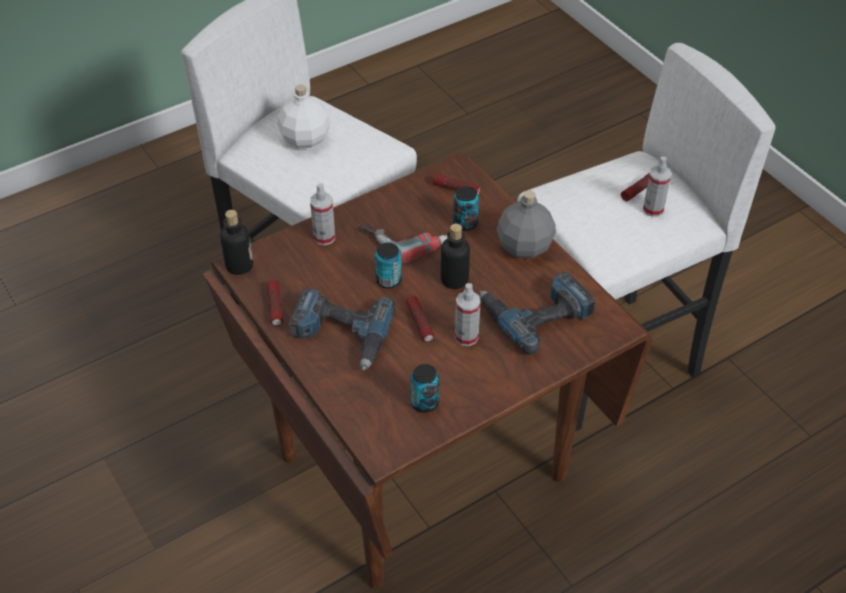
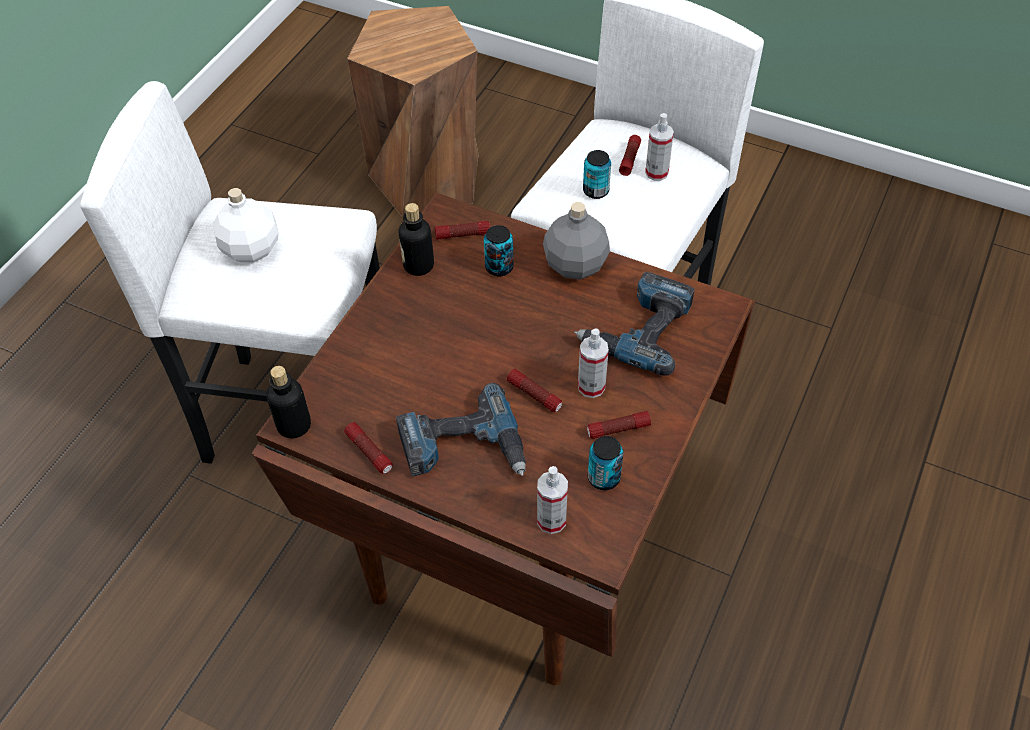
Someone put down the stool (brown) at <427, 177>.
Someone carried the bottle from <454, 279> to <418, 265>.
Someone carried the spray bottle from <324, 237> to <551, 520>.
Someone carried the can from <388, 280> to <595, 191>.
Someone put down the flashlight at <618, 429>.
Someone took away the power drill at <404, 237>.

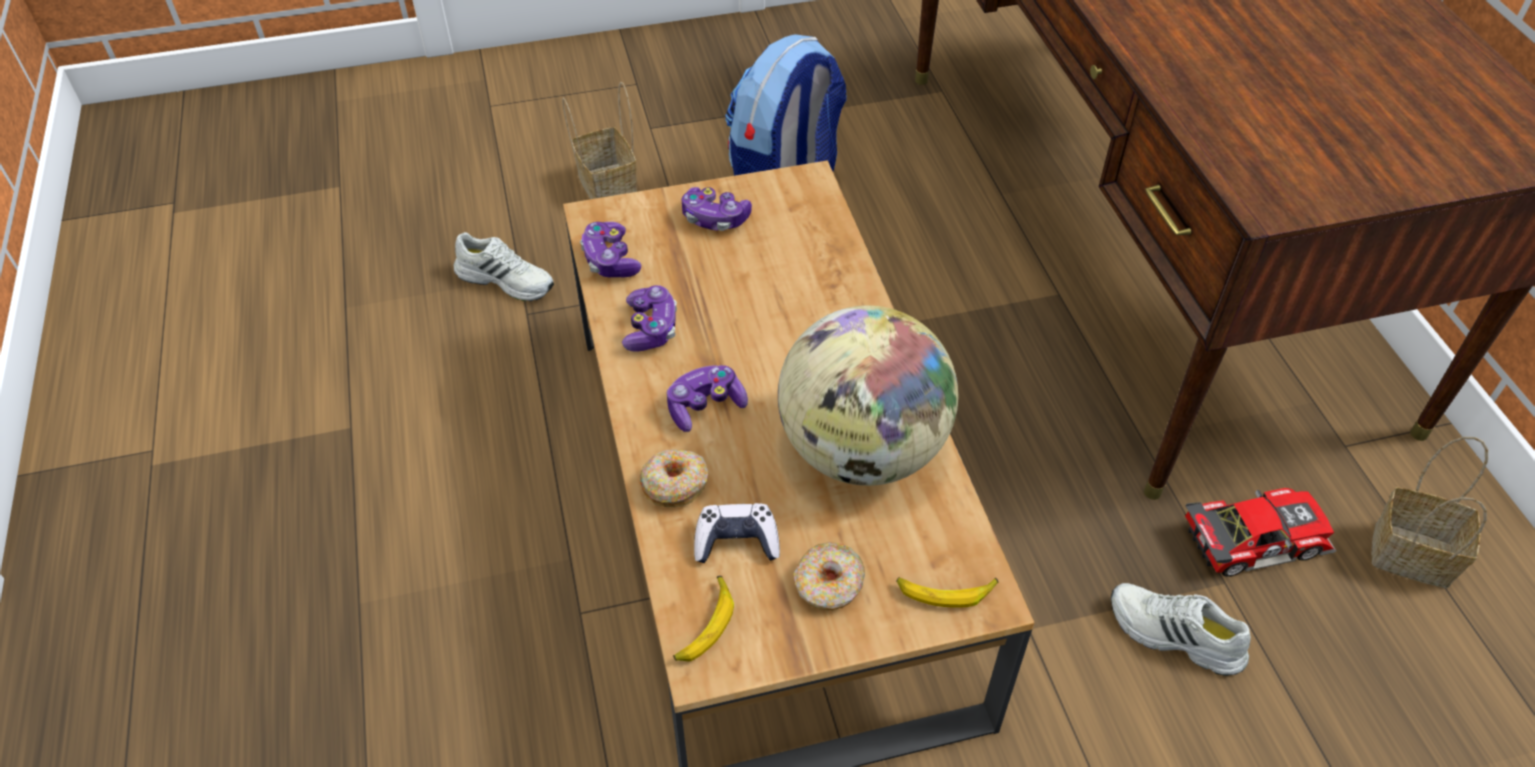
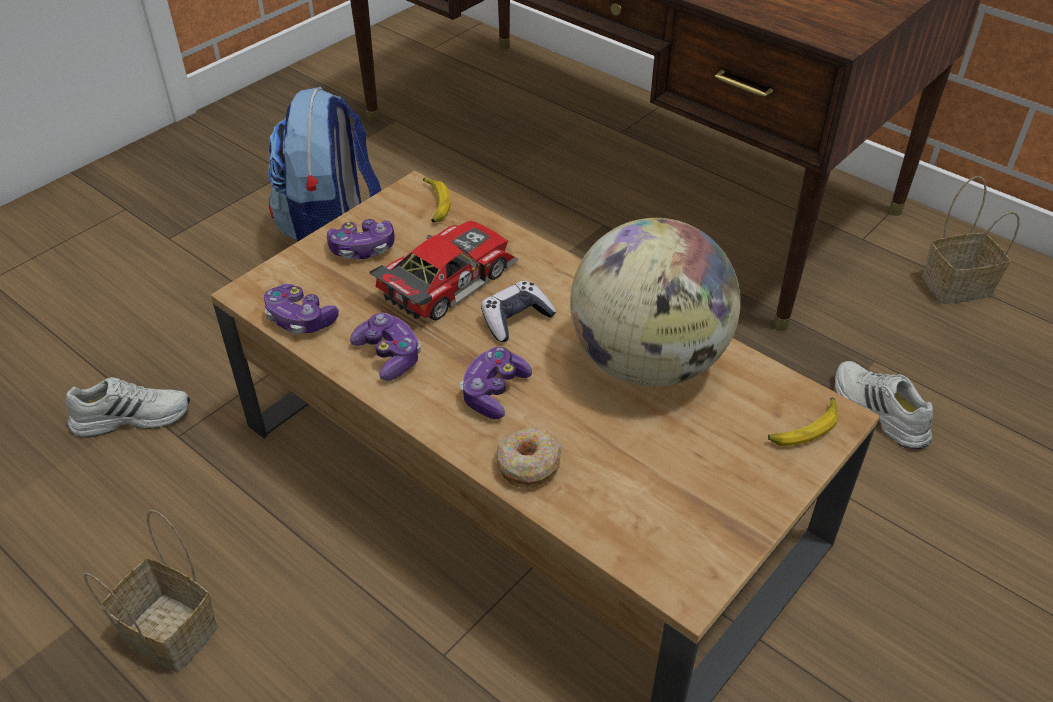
Someone carried the basket from <605, 184> to <166, 632>.
Someone carried the toy car from <1252, 536> to <444, 280>.
Someone carried the banana from <705, 625> to <435, 205>.
Someone carried the game controller from <736, 541> to <516, 319>.
Someone rotated the shoe (white) at <1173, 636> by 60 degrees clockwise.
Someone took away the donut at <829, 584>.

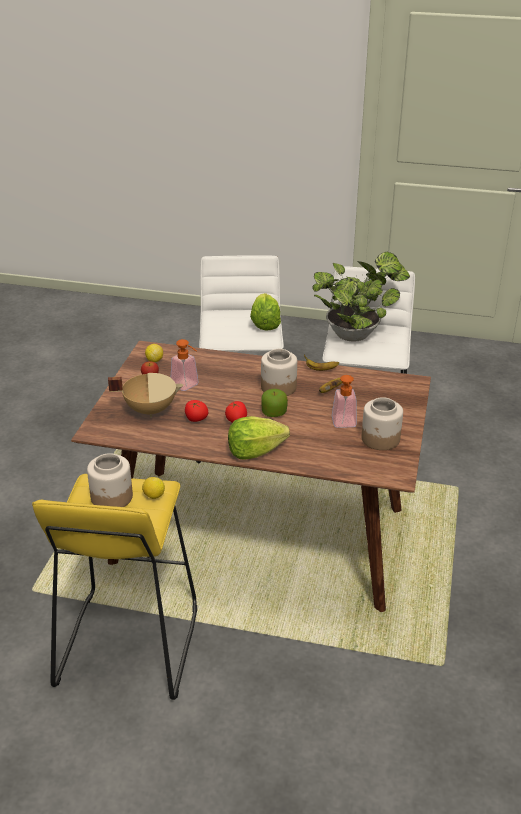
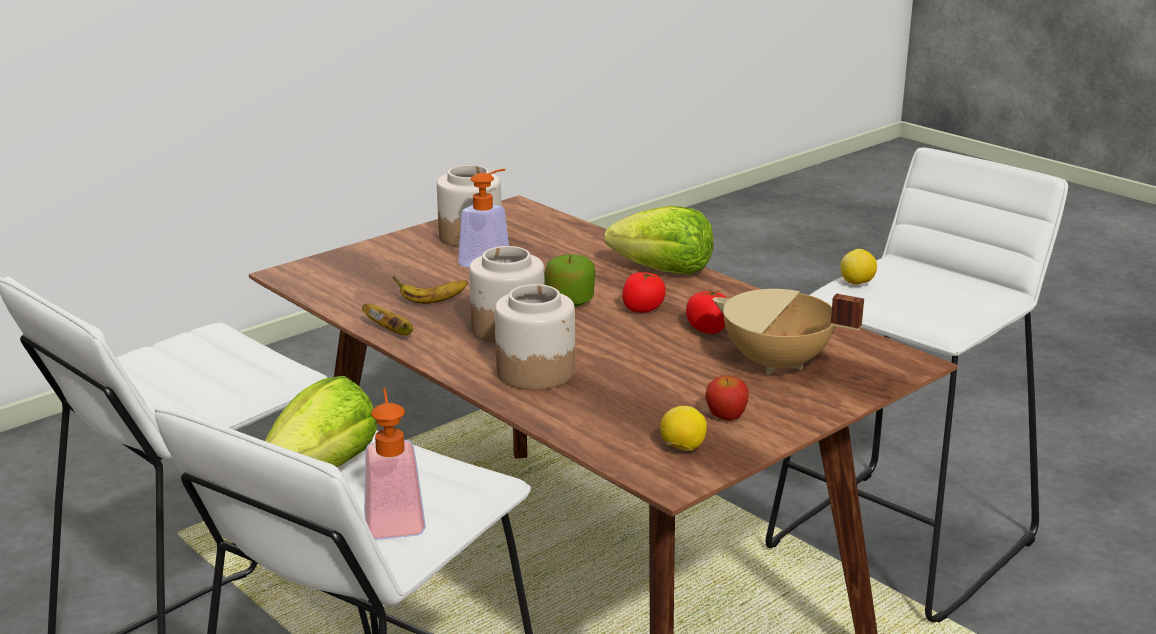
Someone carried the soap dispenser from <187, 386> to <394, 518>.
Someone carried the jar from <112, 497> to <535, 372>.
Someone repainted the stool (yellow) at <127, 646>, which became the stool (white) at <903, 543>.
Someone took away the potted plant at <356, 334>.

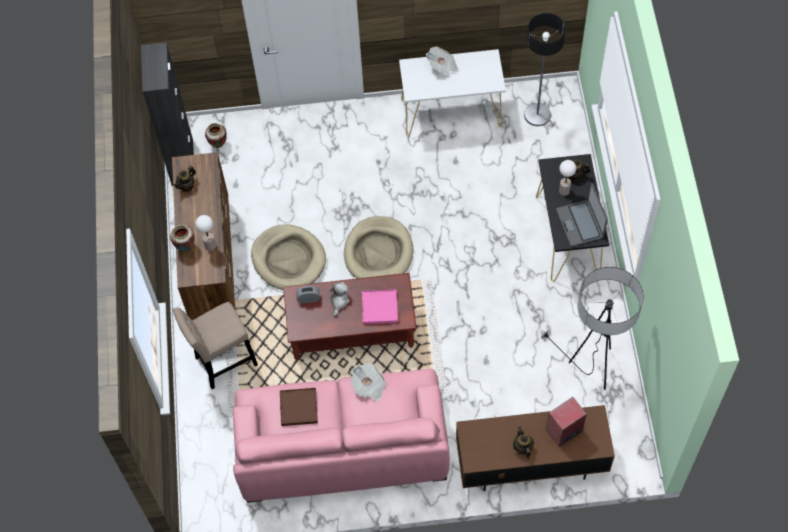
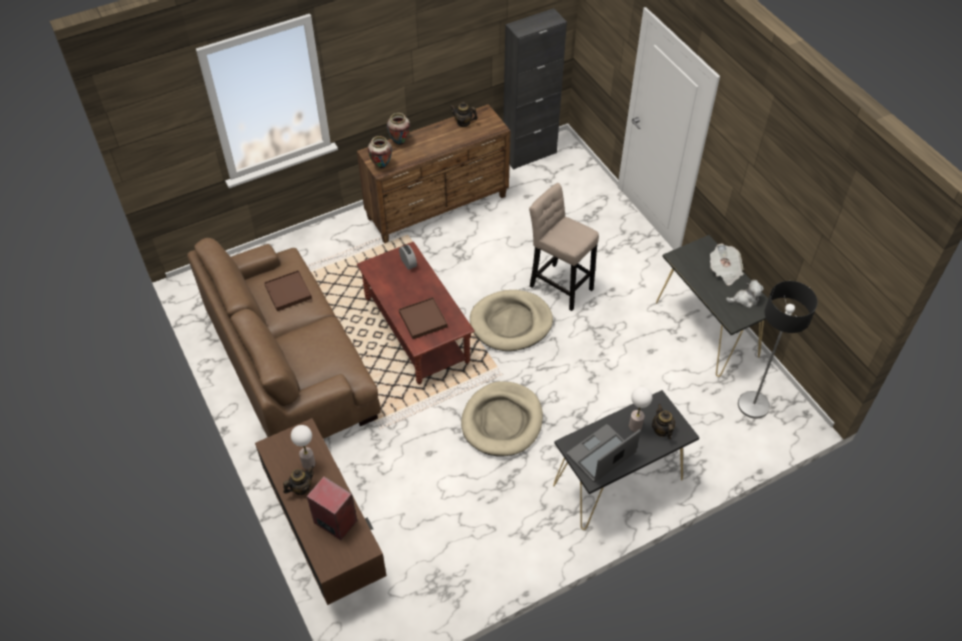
Someone repainted the sofa (pink) at <342, 445>, which became the sofa (brown) at <290, 363>.
Someone carried the table lamp from <210, 245> to <308, 463>.
Someone carried the vase from <218, 145> to <381, 166>.
Someone repainted the tray (pink) at <379, 308>, which became the tray (brown) at <423, 319>.
Someone carried the dog bed (beige) from <288, 259> to <502, 421>.
Someone carried the stool (beige) from <223, 363> to <559, 285>.
Someone repainted the console table (white) at <451, 112>, which became the console table (black) at <707, 329>.
Someone carried the plush toy from <339, 301> to <745, 299>.
Someone took away the newspaper at <369, 386>.
Someone took away the floor lamp at <591, 366>.

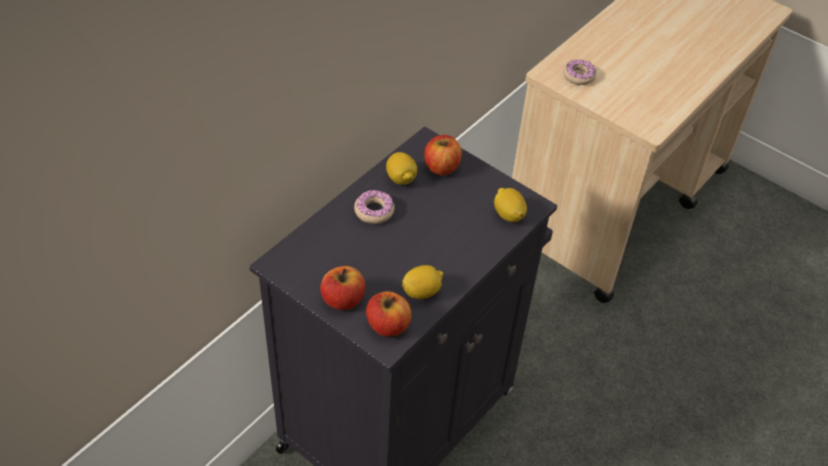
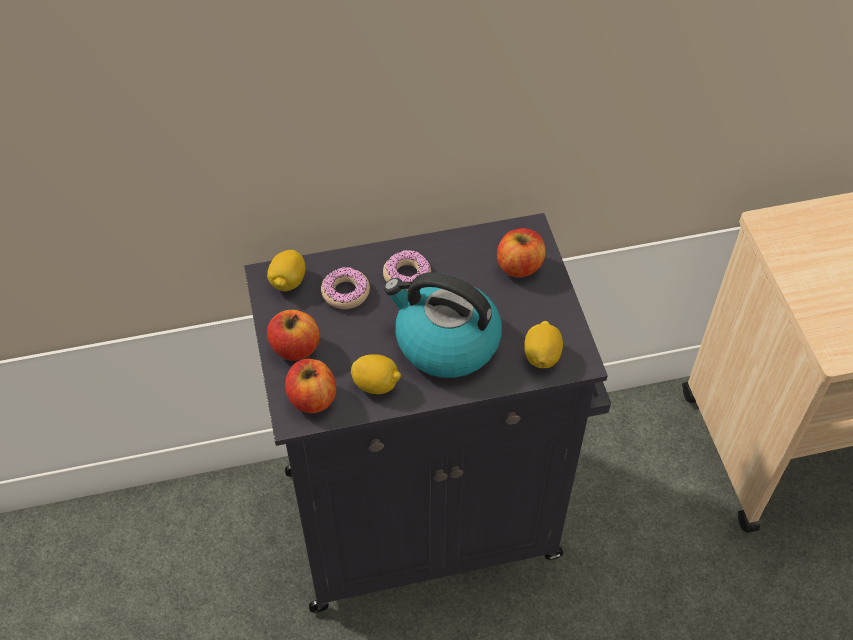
Someone carried the lemon from <401, 178> to <288, 282>.
Someone carried the donut from <578, 76> to <345, 292>.
Someone put down the kettle at <445, 342>.

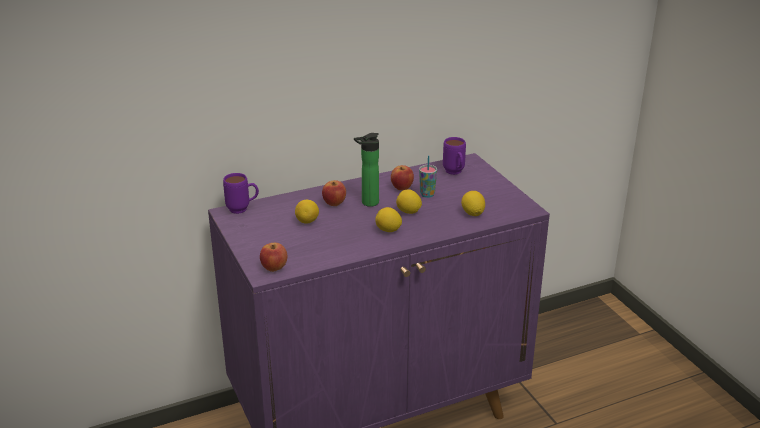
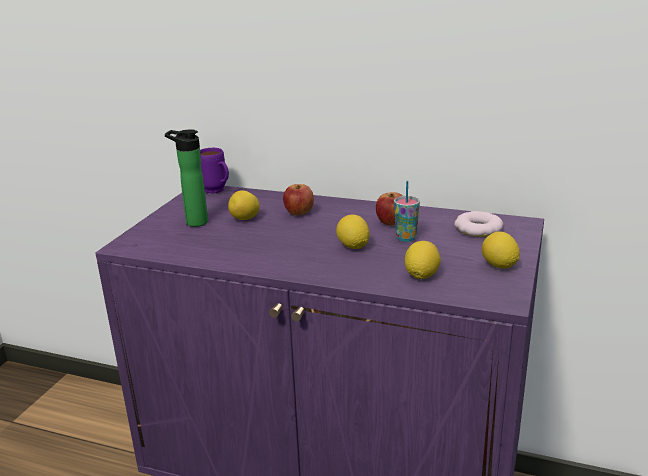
Someone carried the bottle from <367, 203> to <193, 222>.
Someone swapped the mug (purple) at <455, 173> for the donut at <478, 229>.
Someone carried the lemon from <388, 230> to <499, 266>.
Someone took away the apple at <274, 268>.

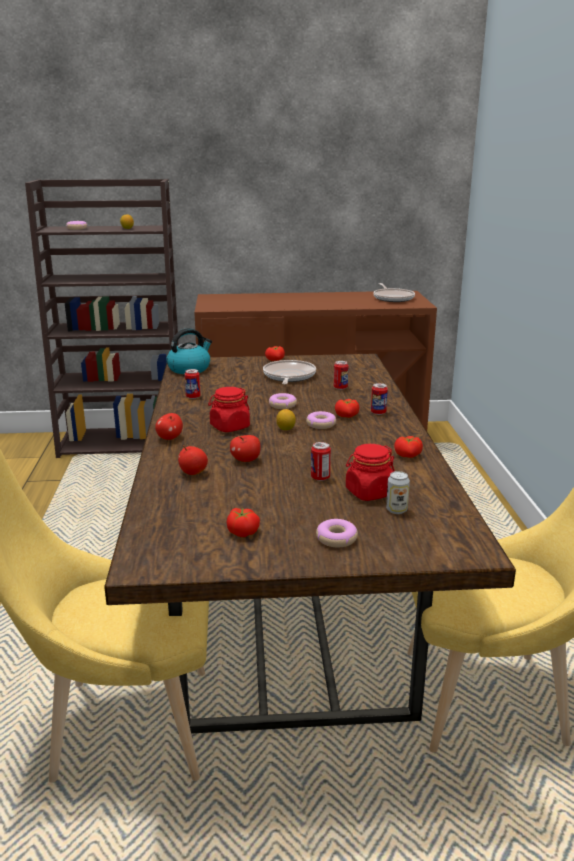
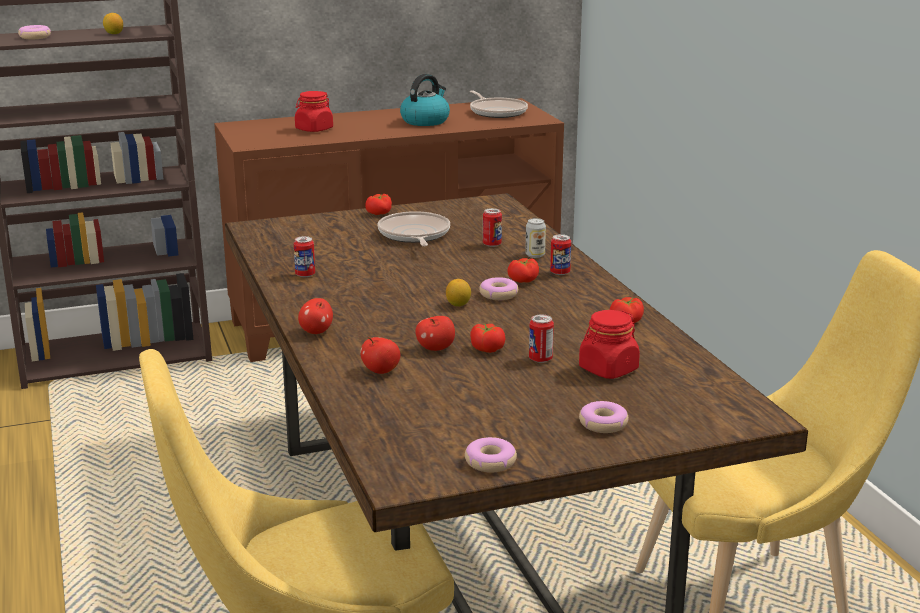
Someone carried the jar (red) from <229, 427> to <314, 129>.
Someone carried the kettle from <189, 369> to <425, 121>.
Someone carried the donut from <282, 405> to <490, 462>.
Someone carried the tomato from <243, 532> to <487, 348>.
Someone carried the can from <396, 510> to <535, 255>.

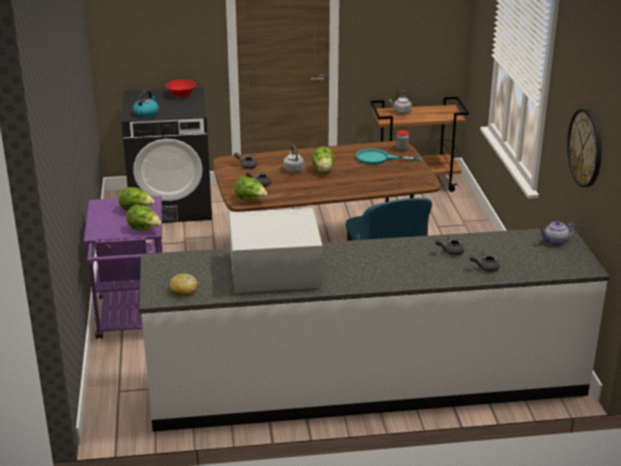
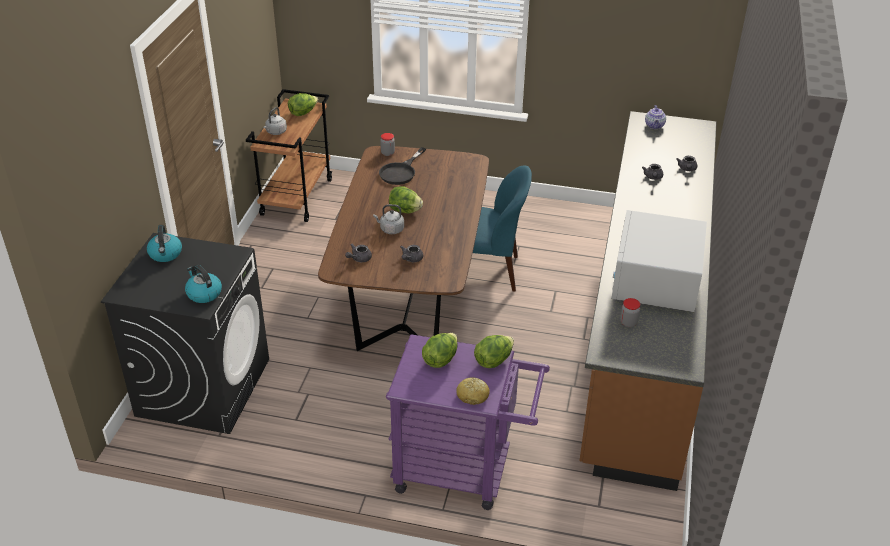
Someone swapped the bowl (red) at <181, 95> for the kettle at <165, 254>.
Someone carried the lettuce from <251, 200> to <303, 113>.
Someone repainted the frying pan (turquoise) at <379, 158>, which became the frying pan (black) at <401, 172>.
Someone carried the bread from <184, 290> to <473, 395>.
Someone repainted the counter (white) at <367, 383>, which became the counter (brown) at <642, 328>.
Someone put down the jar at <628, 322>.
Someone took away the wall clock at <585, 148>.

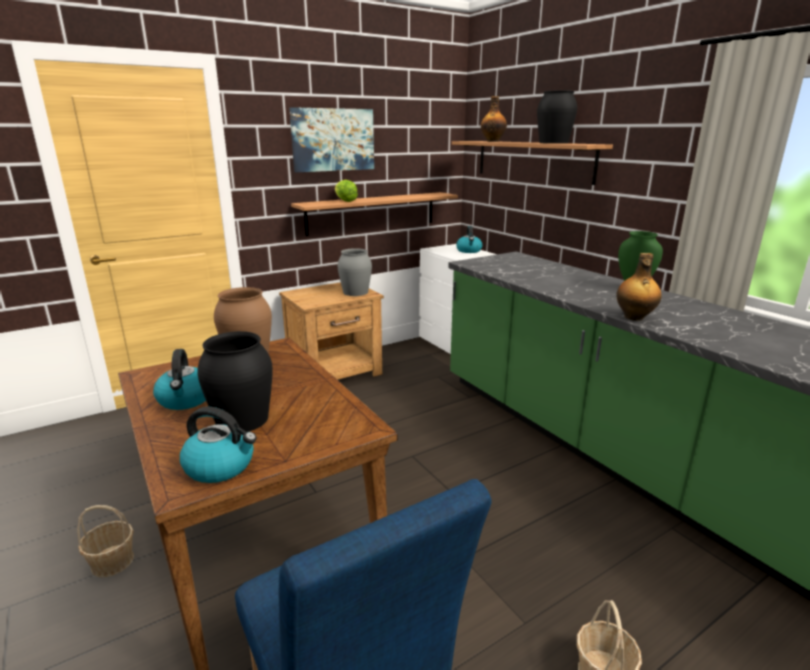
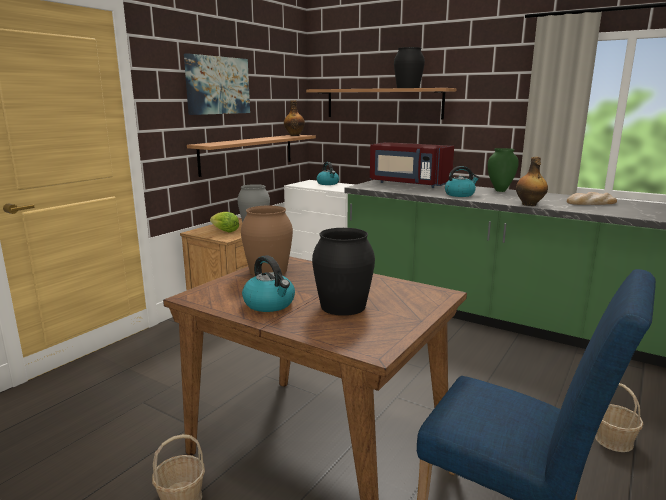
Someone carried the lettuce from <345, 201> to <225, 231>.
Someone carried the bottle from <493, 141> to <294, 135>.
Someone put down the microwave (red) at <408, 184>.
Someone carried the kettle from <221, 466> to <460, 194>.
Someone put down the bread at <591, 203>.

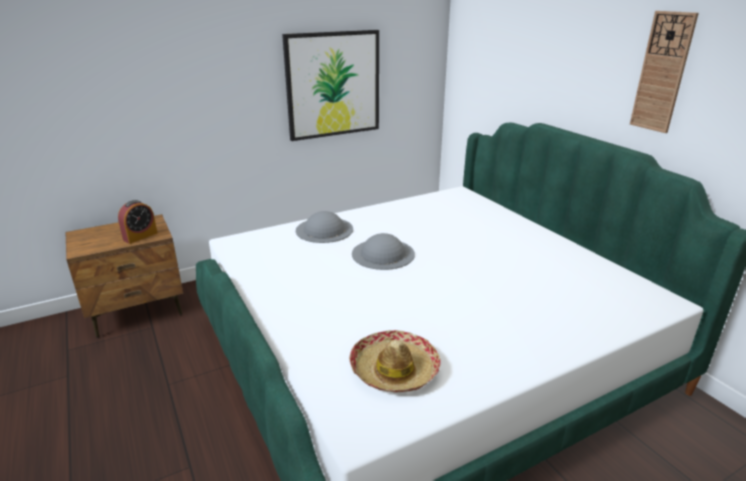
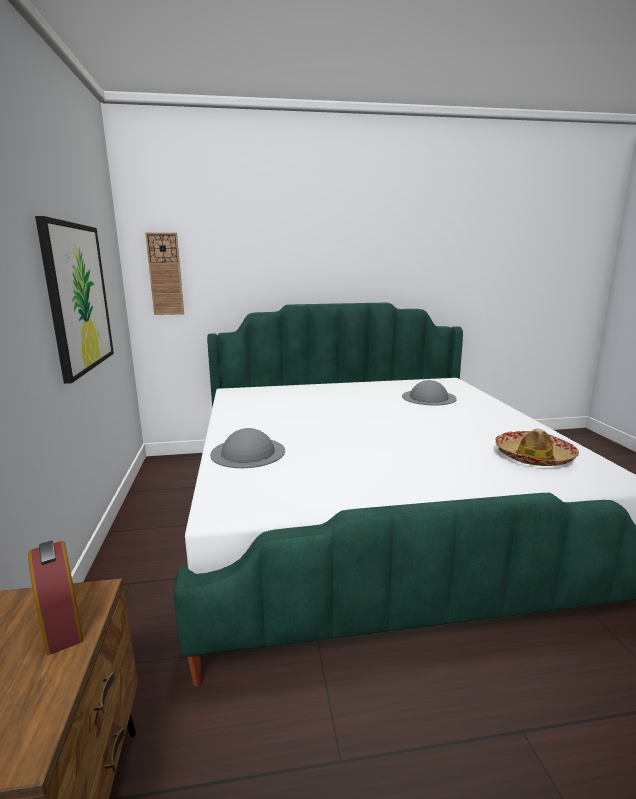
Someone carried the wall clock from <662, 72> to <165, 274>.
Someone carried the hat (grey) from <383, 254> to <429, 397>.

